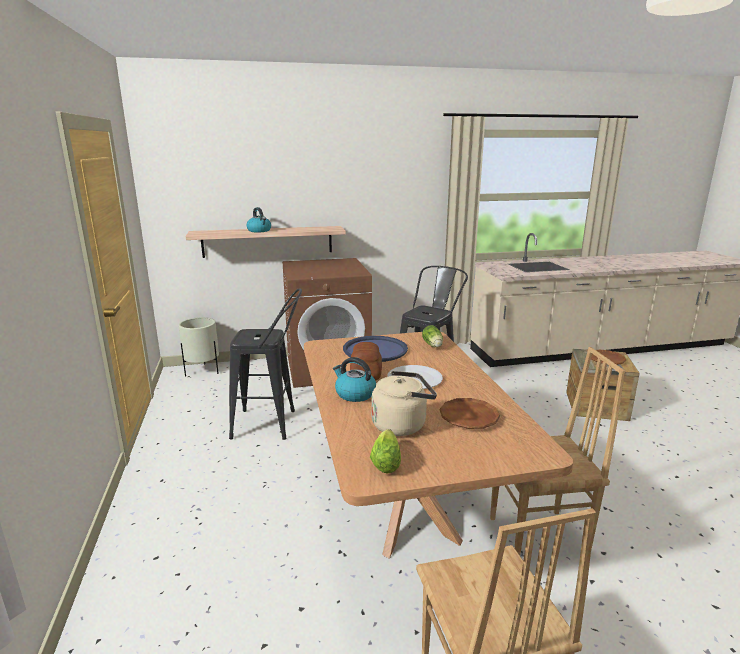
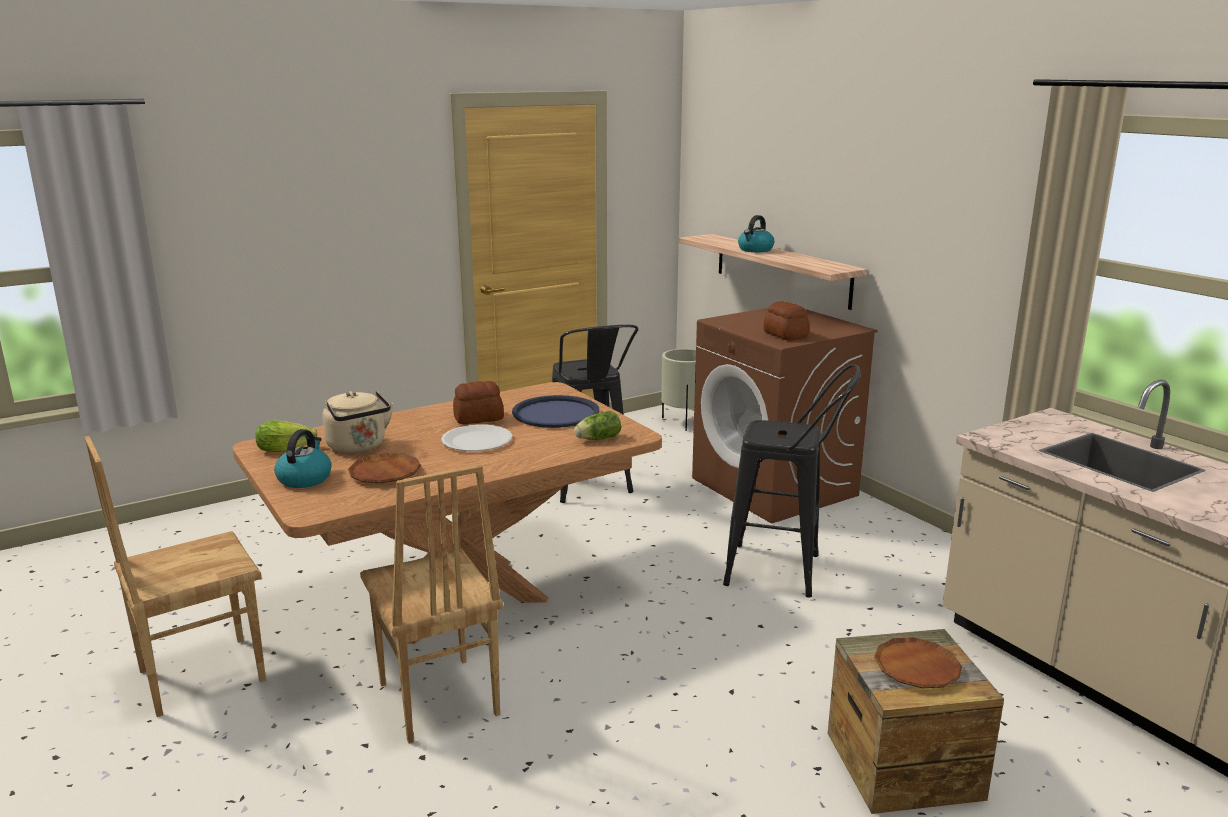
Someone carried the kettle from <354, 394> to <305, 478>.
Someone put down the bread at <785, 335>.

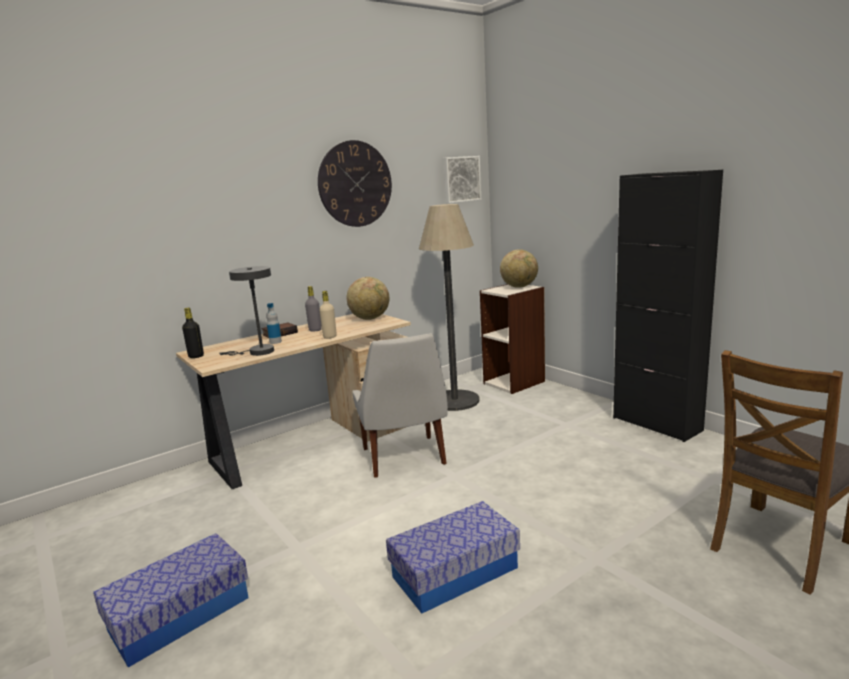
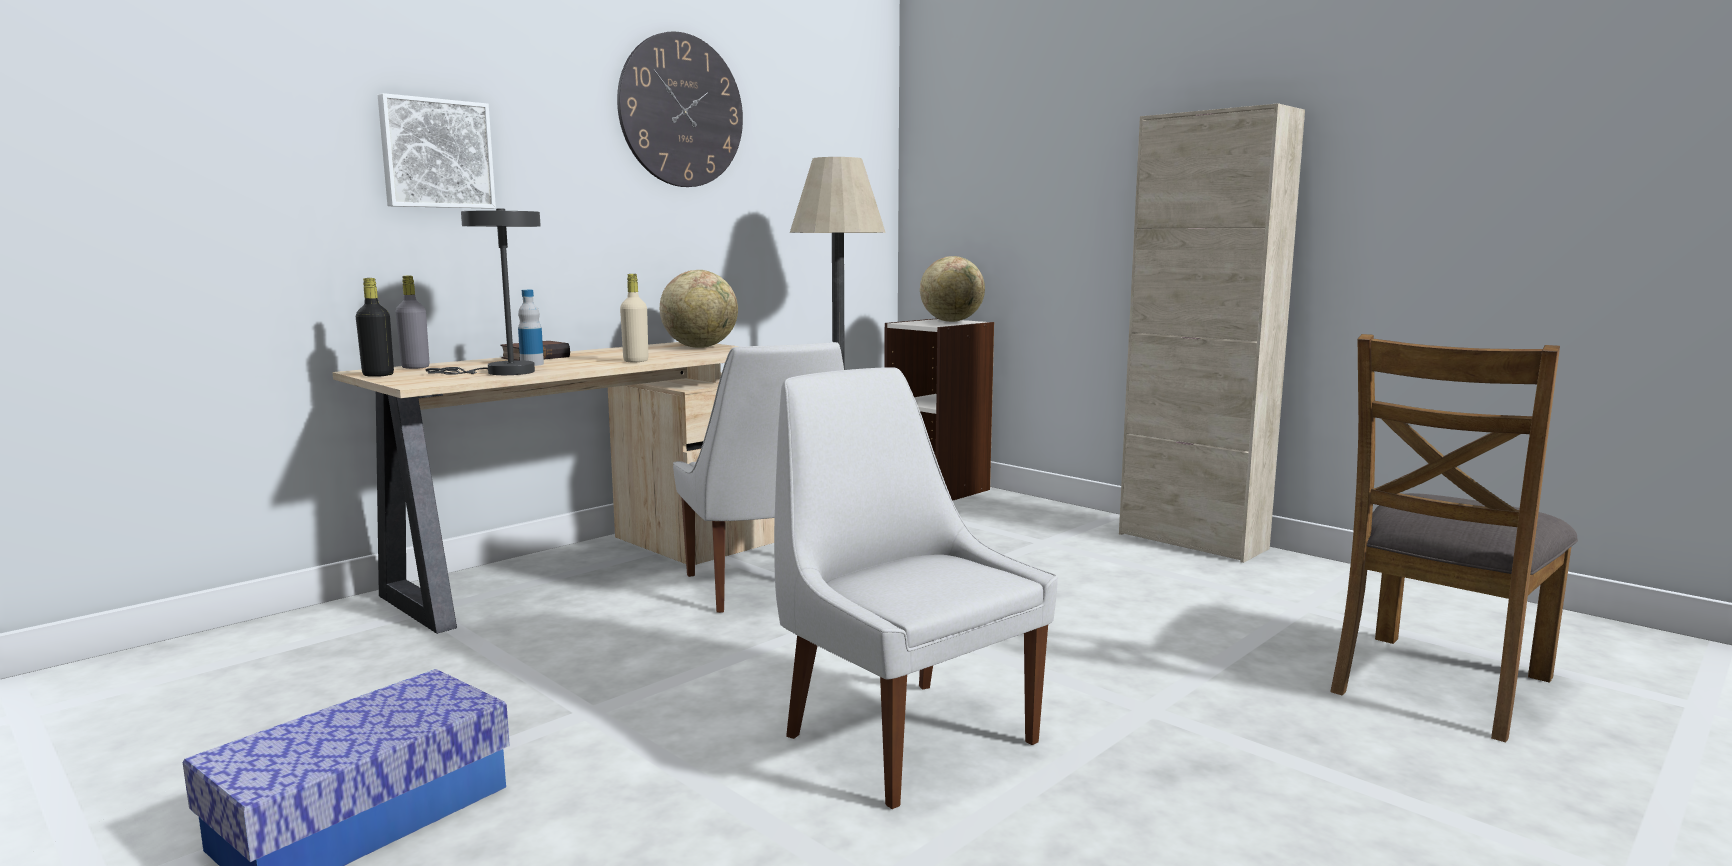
Someone carried the picture from <461, 179> to <436, 154>.
Someone carried the bottle (grey) from <315, 330> to <415, 367>.
Someone swapped the storage box at <455, 572> for the chair (white) at <904, 736>.
Someone repainted the cabinet (black) at <656, 424>, which became the cabinet (beige) at <1192, 541>.

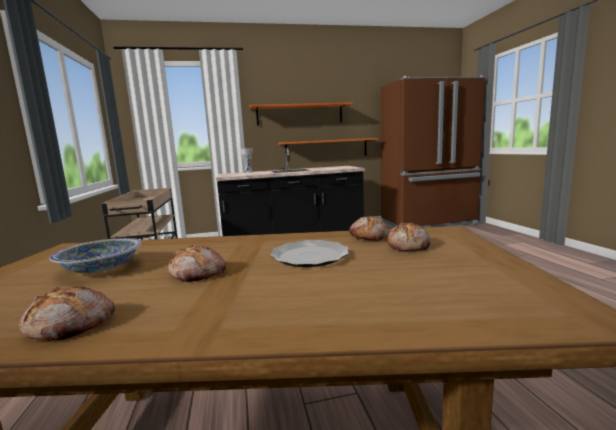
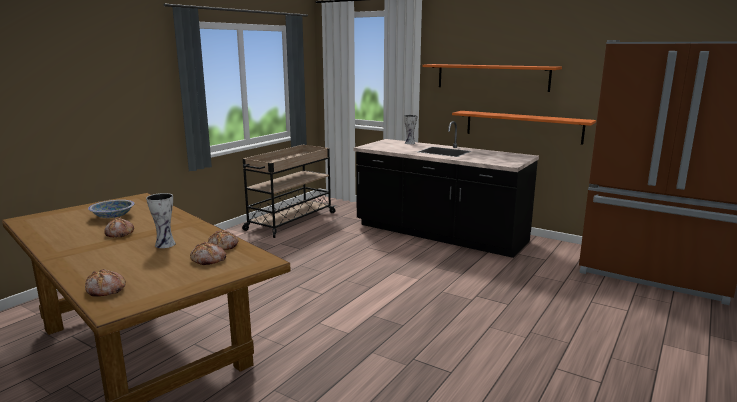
Someone carried the bread from <72, 325> to <105, 290>.
Someone swapped the plate at <310, 256> for the vase at <166, 244>.

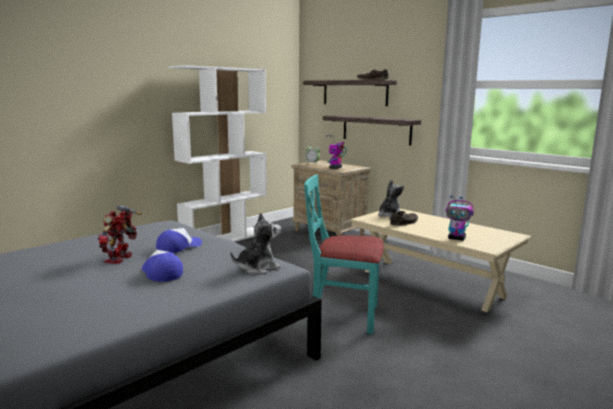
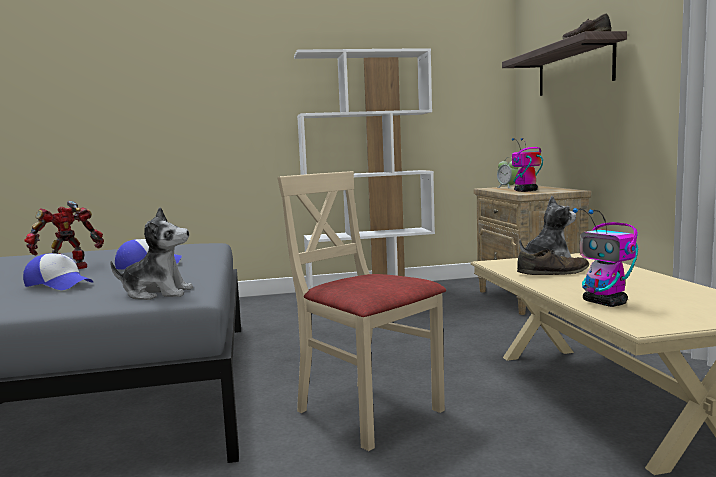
Someone rotated the cap at <161, 273> by 120 degrees clockwise.
Someone repainted the chair (turquoise) at <343, 315>, which became the chair (beige) at <368, 412>.
Someone took away the shelf at <376, 129>.

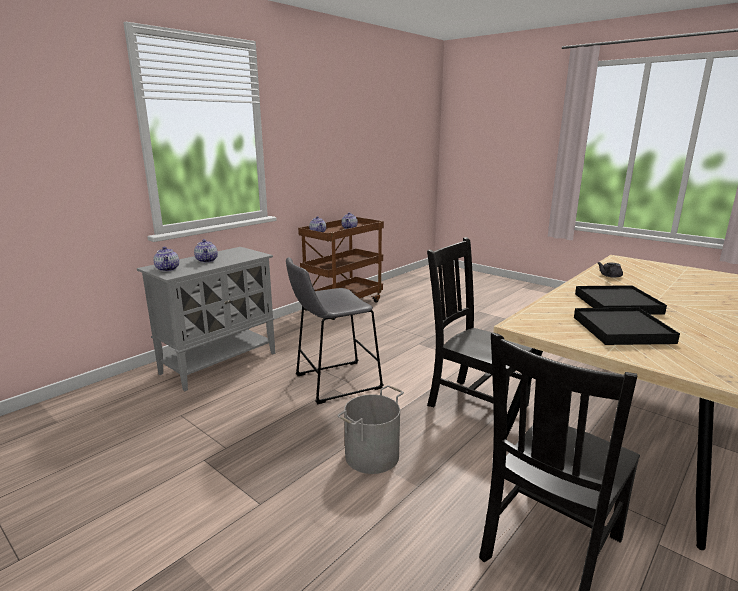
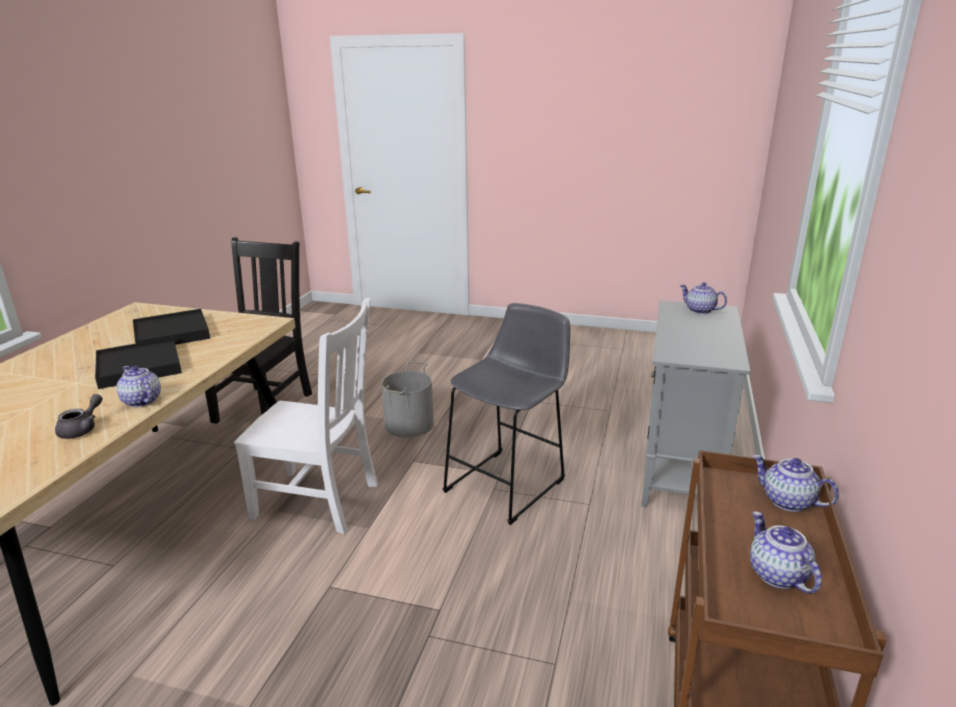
Someone carried the teapot from <207, 260> to <141, 401>.
Someone repainted the chair (black) at <474, 404>, which became the chair (white) at <320, 501>.

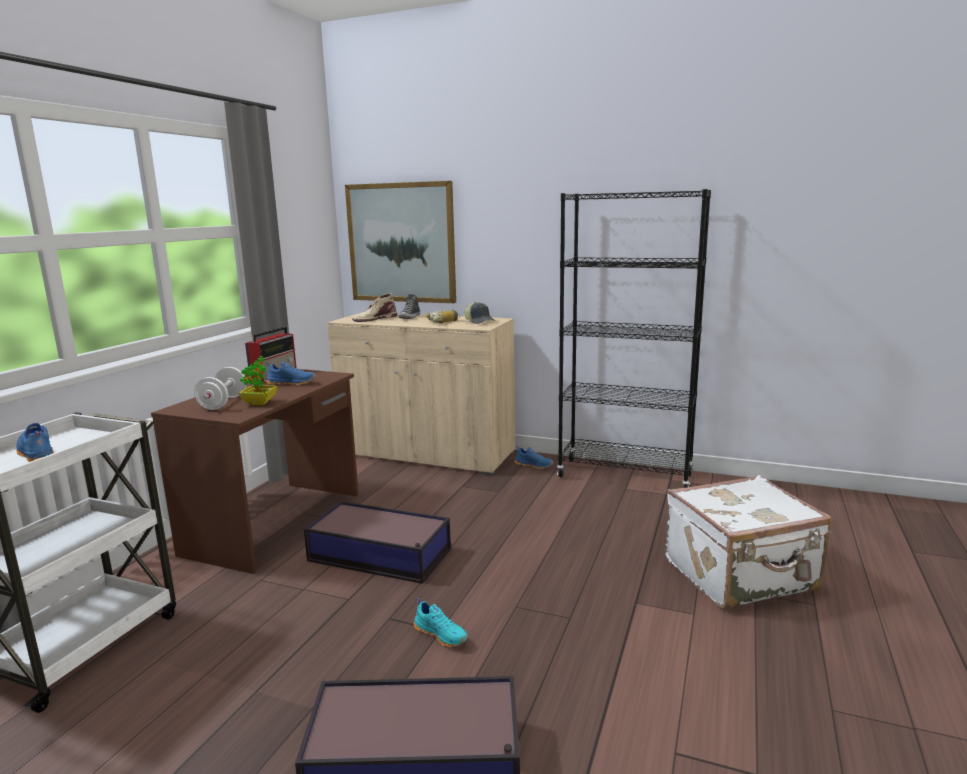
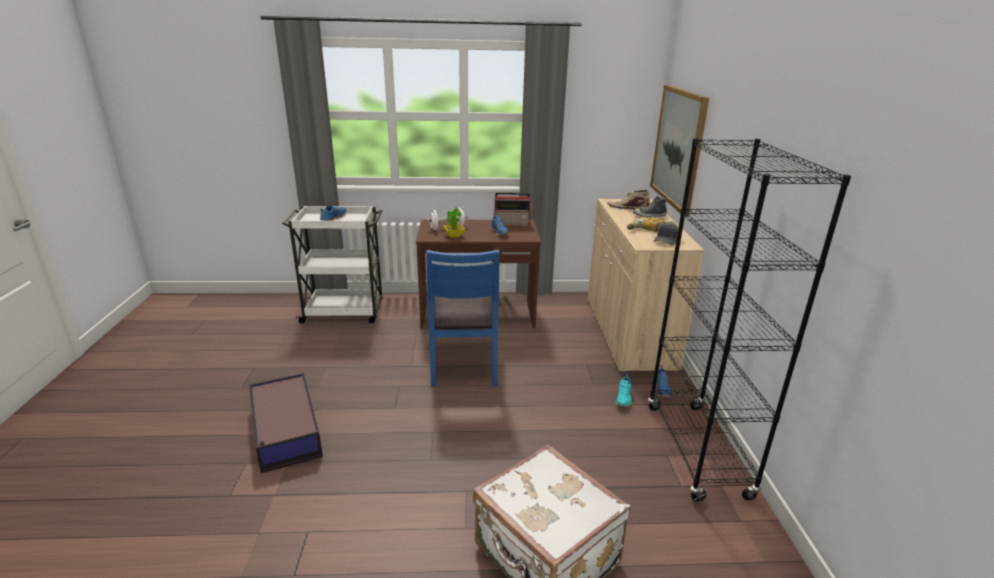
Someone swapped the storage box at <381, 555> for the chair (blue) at <463, 361>.
Someone carried the shoe (turquoise) from <441, 634> to <624, 399>.

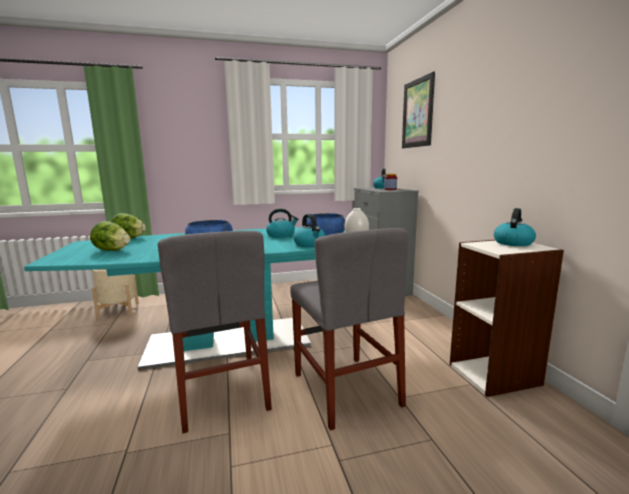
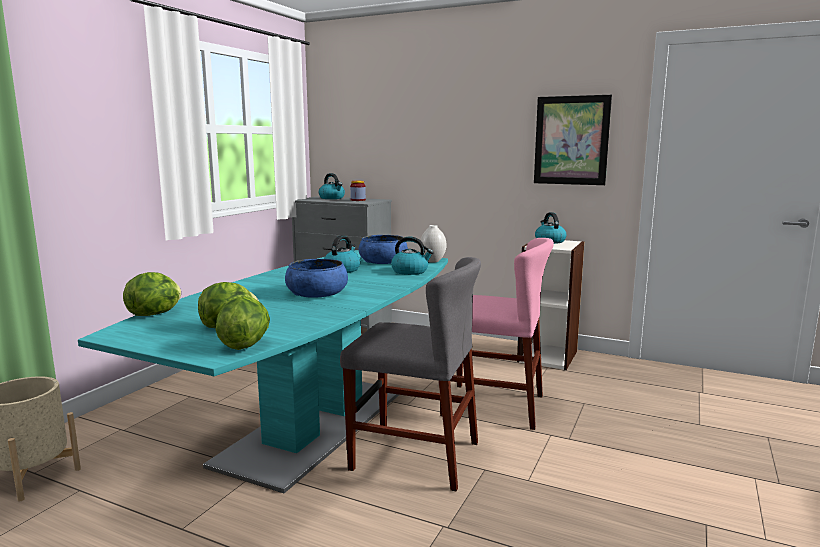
Someone put down the lettuce at <245, 345>.
Someone repainted the chair (grey) at <345, 389>, which became the chair (pink) at <492, 405>.
Someone carried the picture from <417, 113> to <571, 140>.

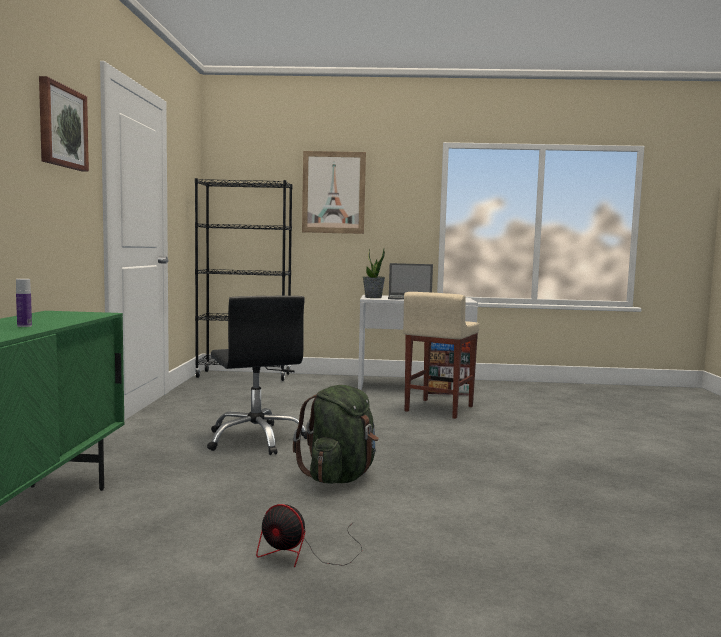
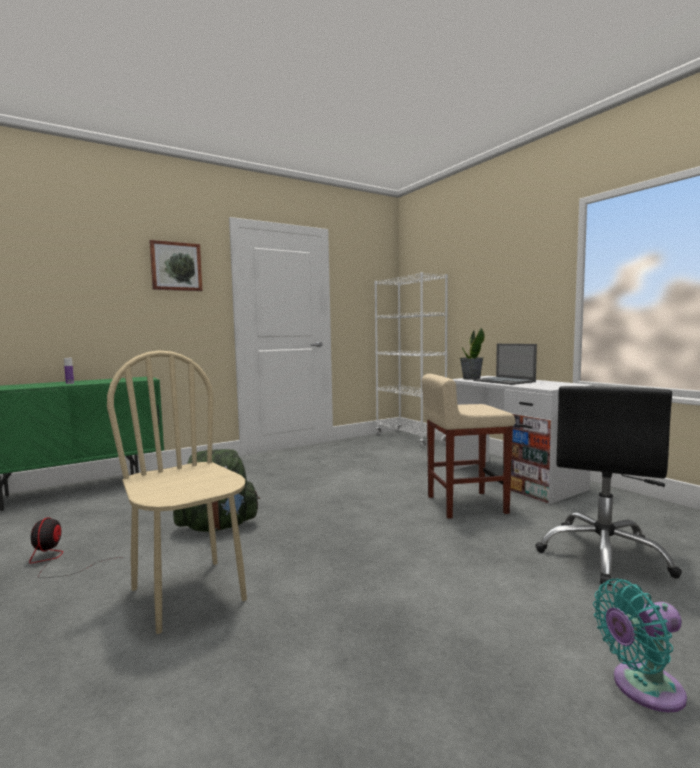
Someone put down the chair (beige) at <189, 594>.
Someone repainted the bookcase (black) at <244, 376>, which became the bookcase (white) at <410, 439>.
Someone carried the office chair (black) from <256, 439> to <603, 555>.
Someone put down the fan (turquoise) at <642, 688>.
Someone took away the picture at <333, 192>.

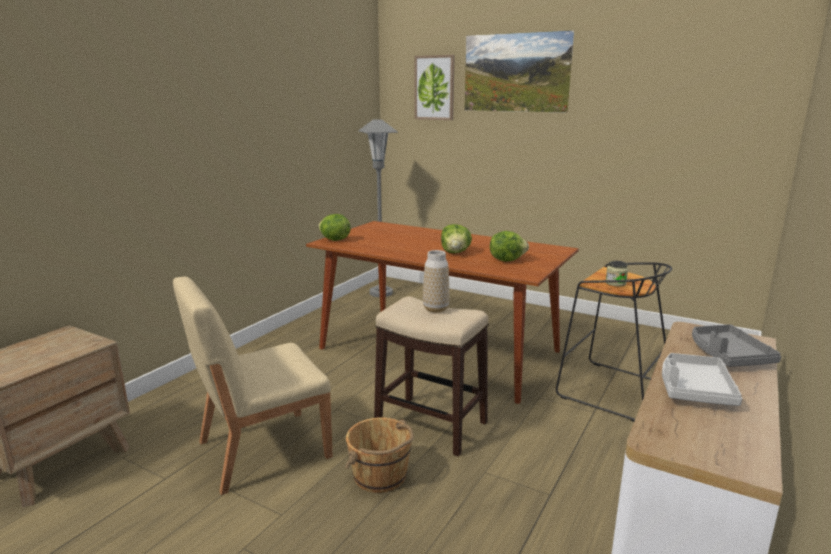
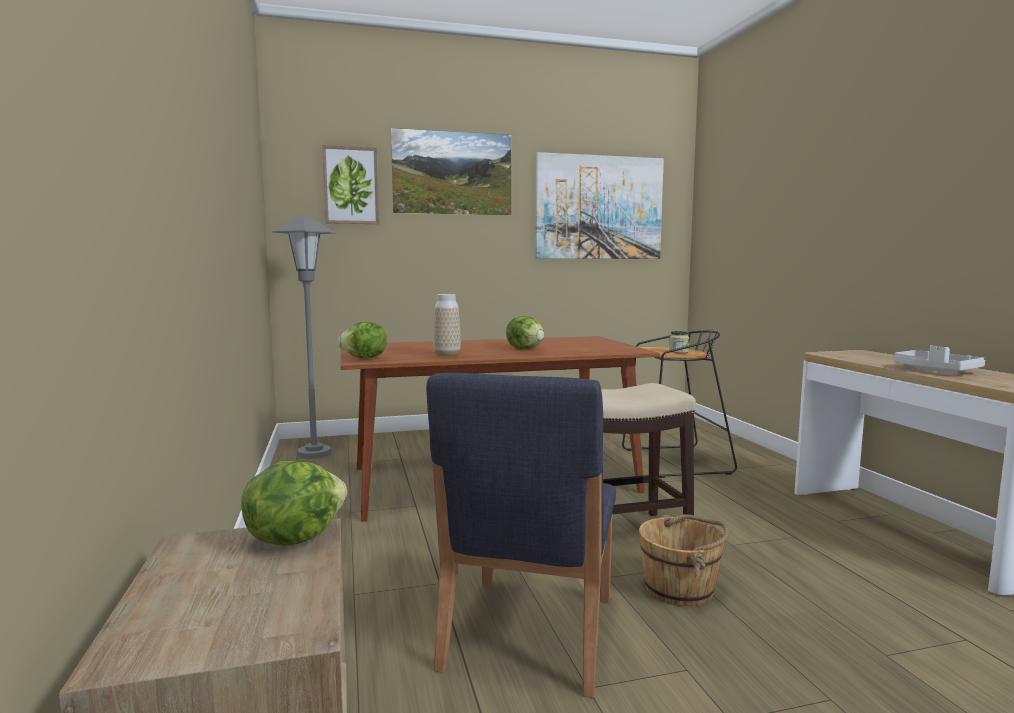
Someone carried the lettuce from <506, 260> to <294, 538>.
Someone repainted the chair (beige) at <262, 449>, which became the chair (blue) at <528, 633>.
Someone carried the vase from <436, 309> to <447, 355>.
Someone put up the picture at <599, 208>.
Someone took away the tray (grey) at <727, 355>.

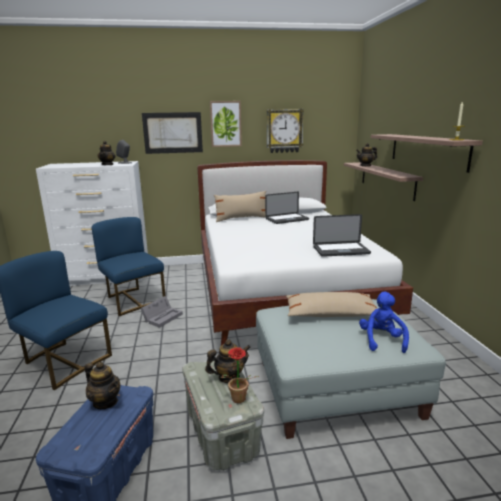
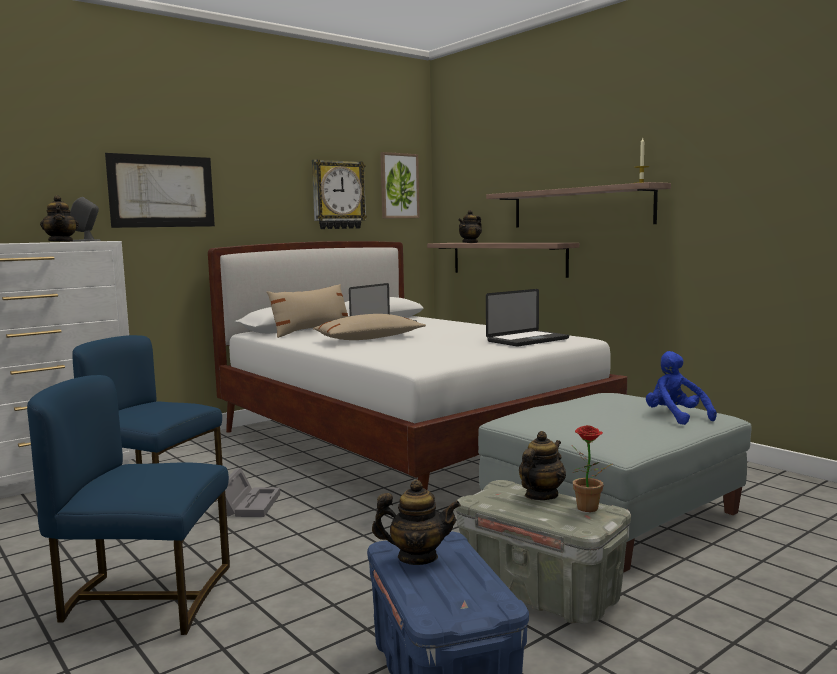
Someone carried the pillow (beige) from <330, 314> to <369, 339>.
Someone carried the picture from <225, 124> to <399, 186>.

